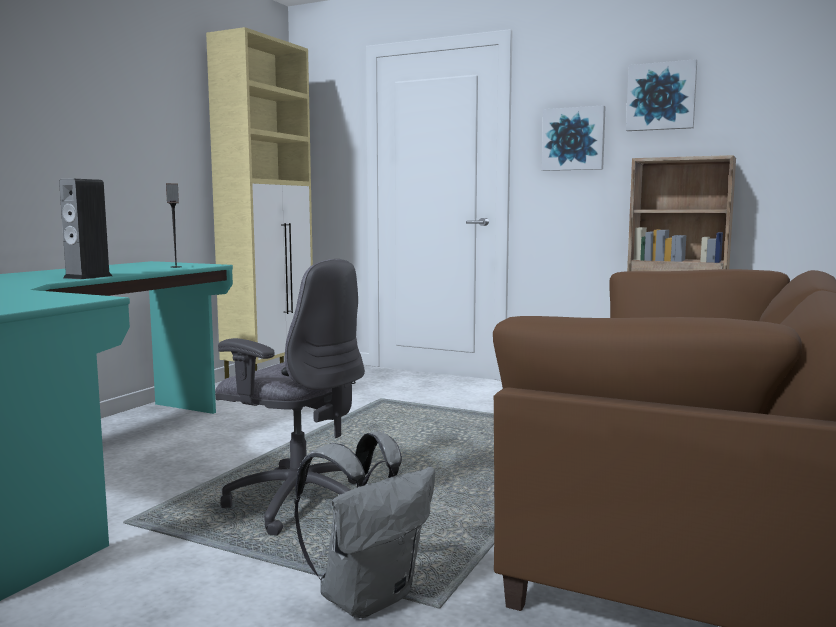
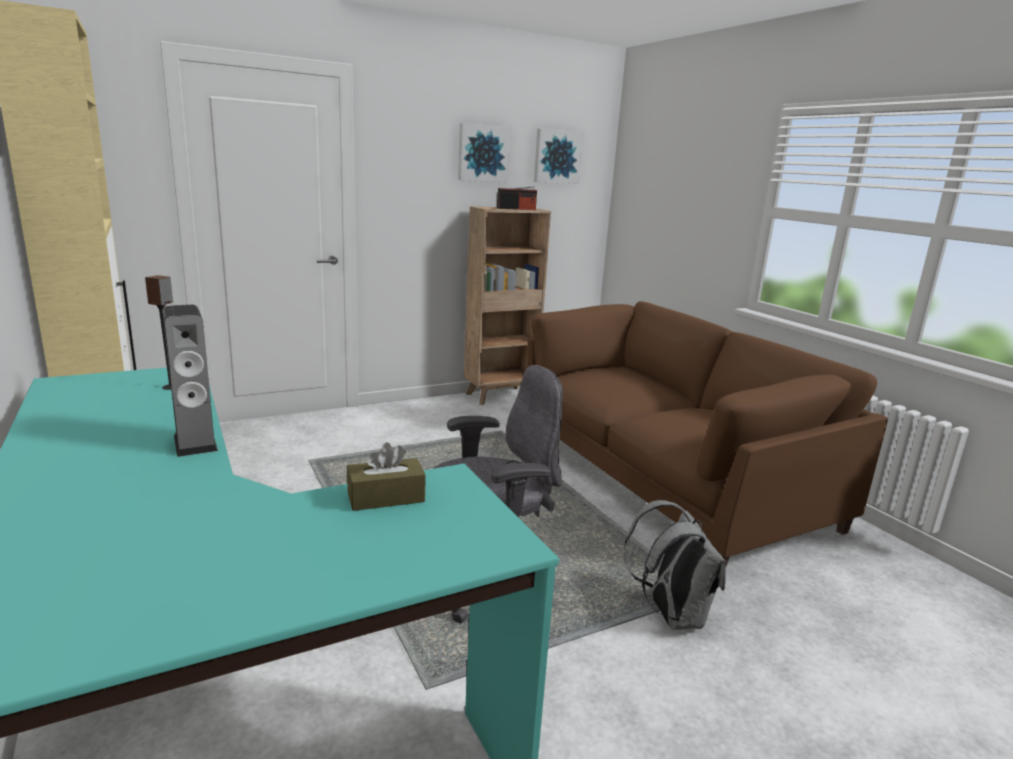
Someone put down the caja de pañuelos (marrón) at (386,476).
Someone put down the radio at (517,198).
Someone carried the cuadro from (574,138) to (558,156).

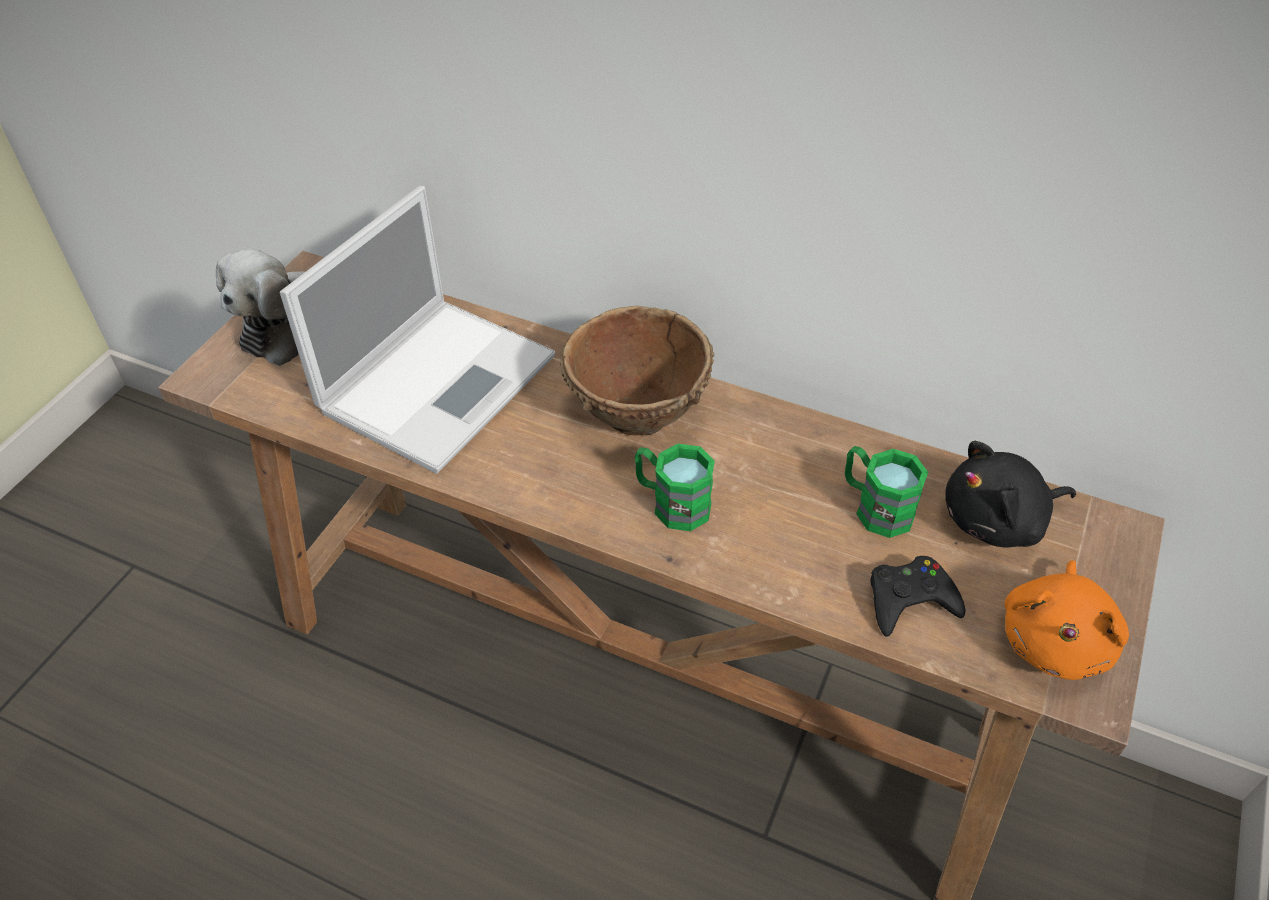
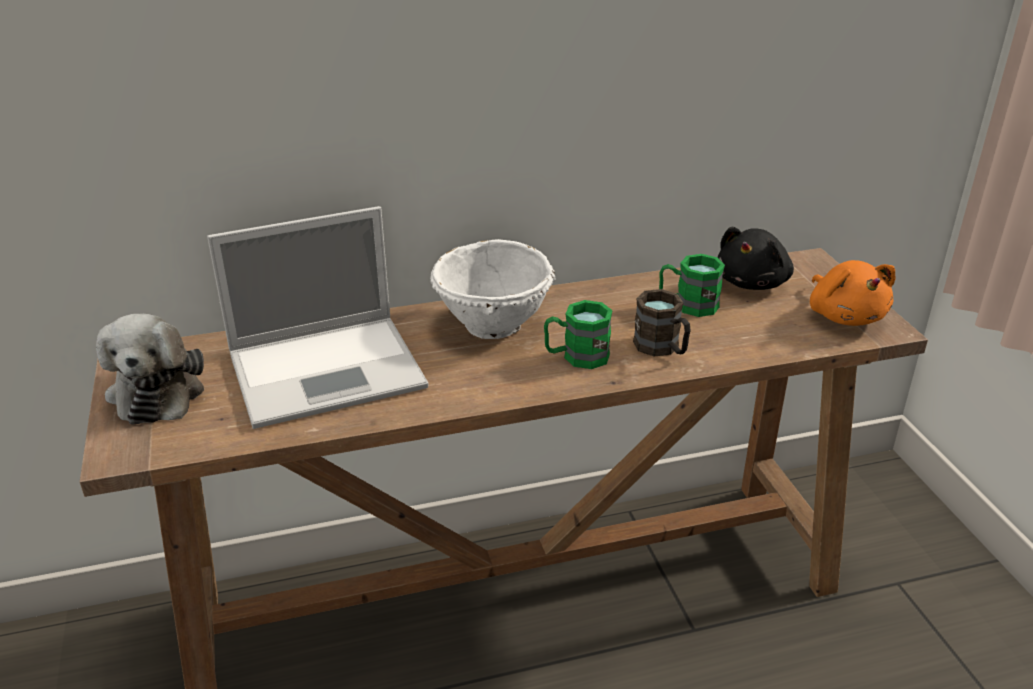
Someone took away the mando de consola (negro) at (918,596).
Someone put down the taza grande (marrón) at (662,322).
Someone repainted the cuenco (marrón) at (637,371), which became the cuenco (blanco) at (493,289).
Someone rotated the portátil at (417,330) by 75 degrees clockwise.

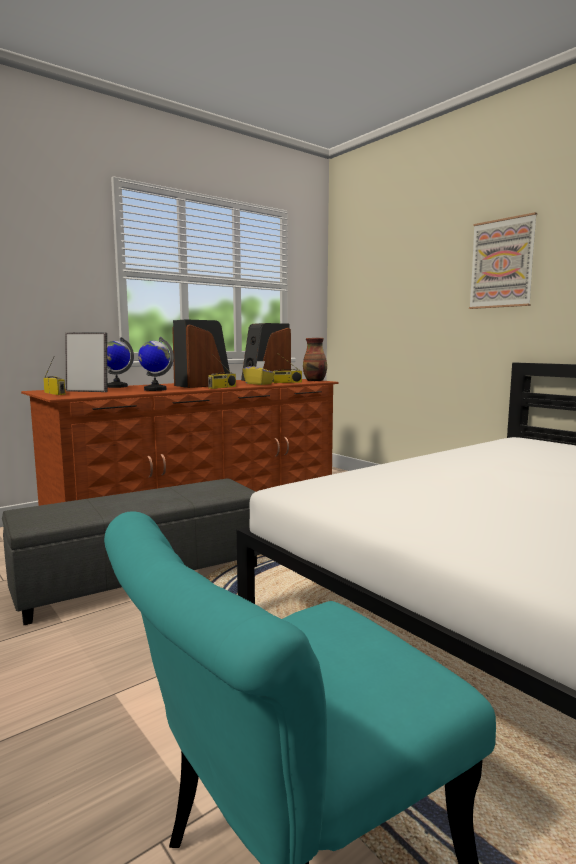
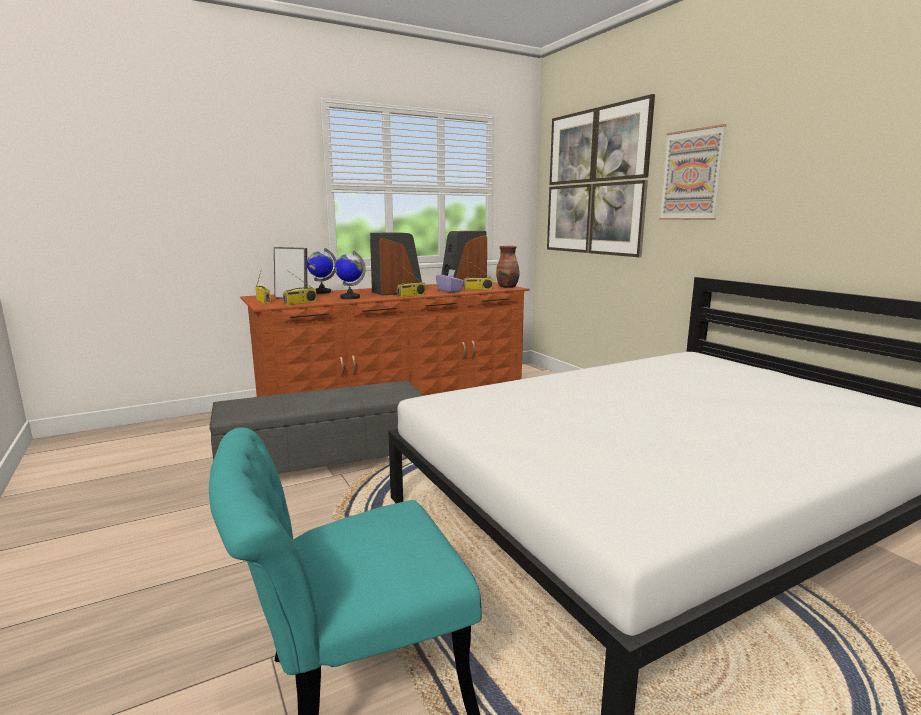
Someone put down the radio at (300,287).
Someone put up the cuadro at (601,175).
Someone repainted the caja de pañuelos (amarillo) at (259,373), which became the caja de pañuelos (morado) at (450,280).

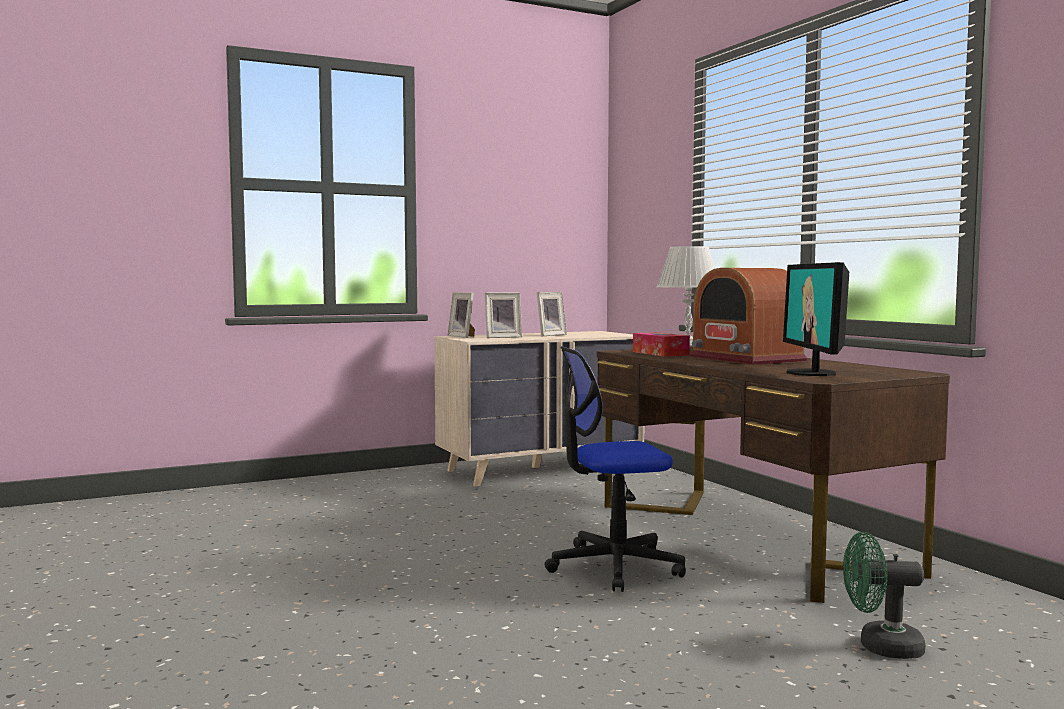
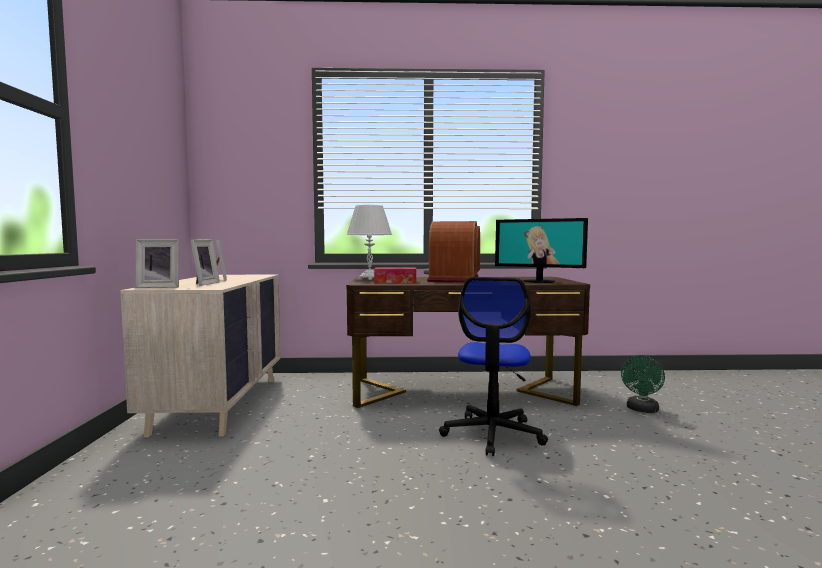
Someone rotated the radio at (749,316) by 105 degrees clockwise.

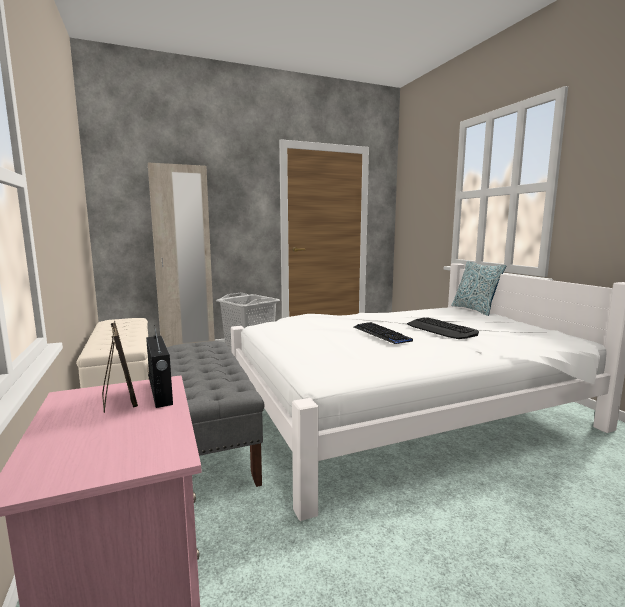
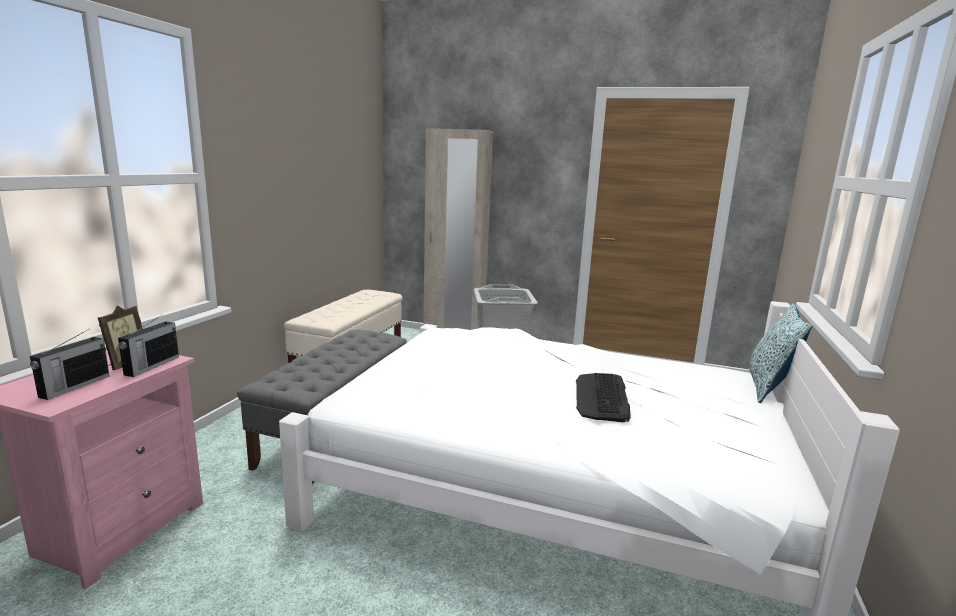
Someone took away the teclado at (383,333).
Someone put down the radio at (70,364).

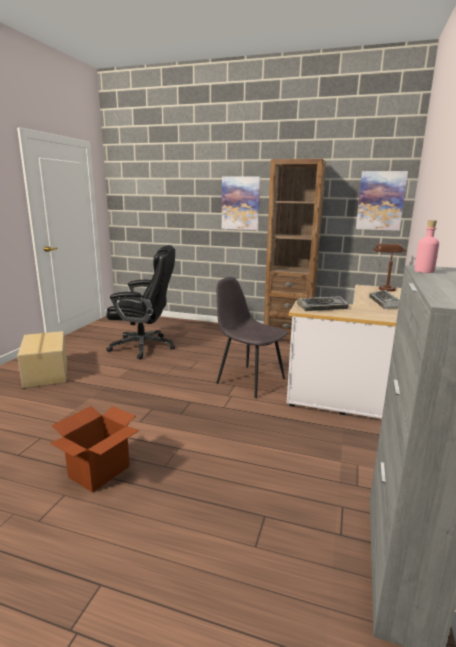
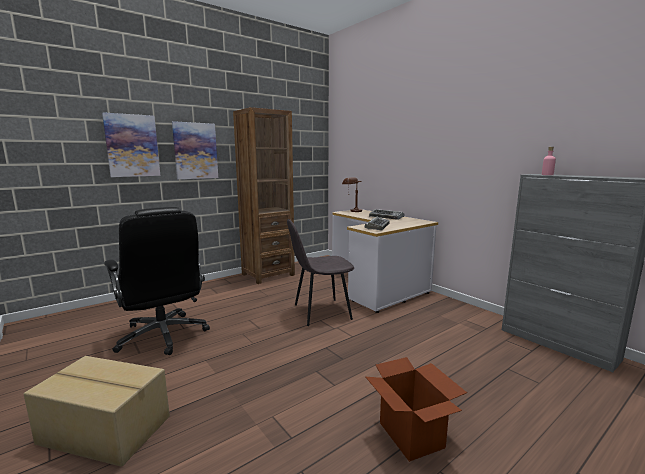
Someone carried the cuadro from (382,201) to (131,144).
Someone rotated the silla de oficina (negro) at (140,302) by 105 degrees clockwise.

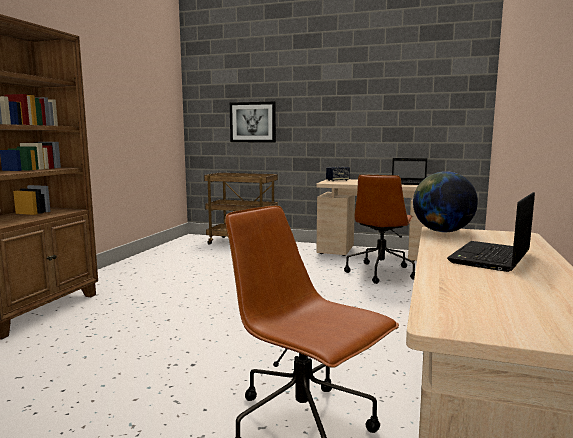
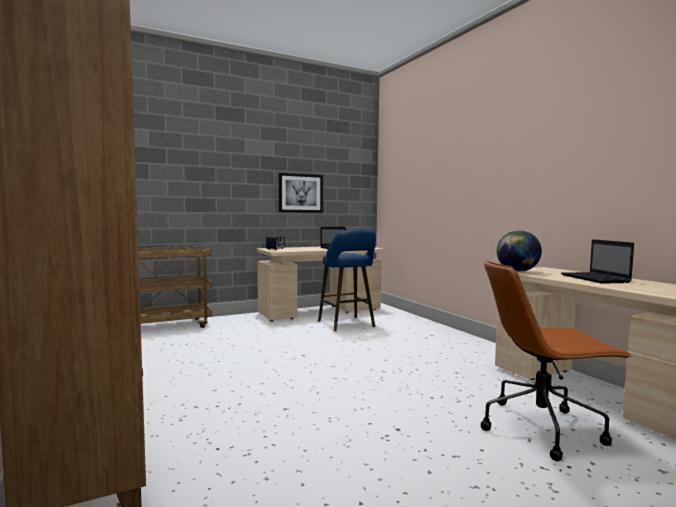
Someone carried the cuadro from (253,122) to (301,193).
Someone swapped the silla de oficina (marrón) at (379,229) for the taburete (azul) at (347,280).

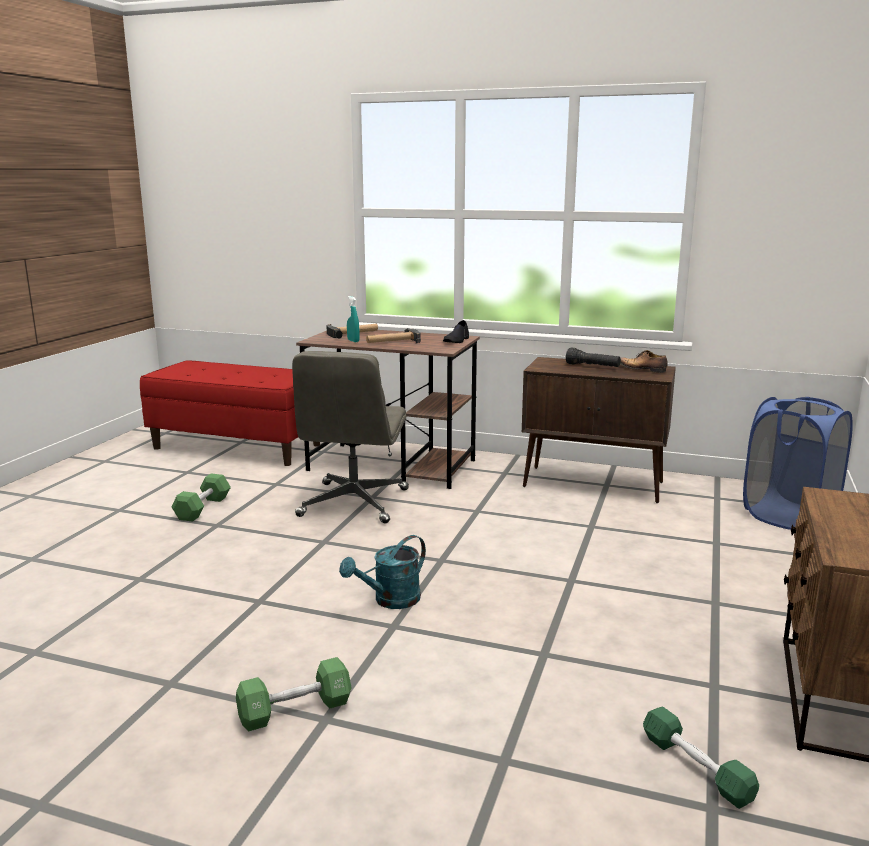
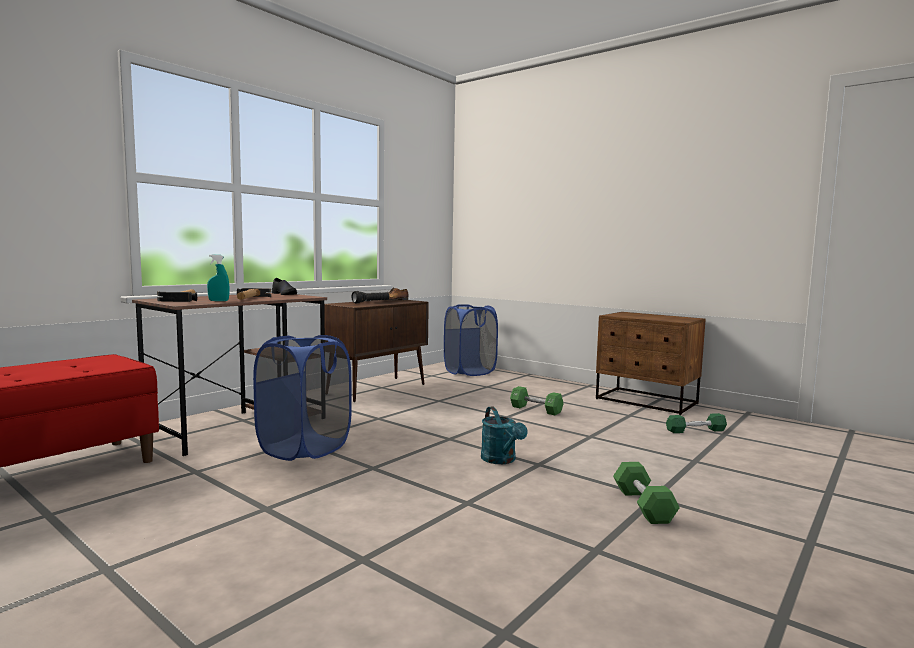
Someone carried the mancuerna (verde) from (201,498) to (537,400).
Someone swapped the silla de oficina (gris) at (350,437) for the cesto de la ropa (azul) at (302,398).

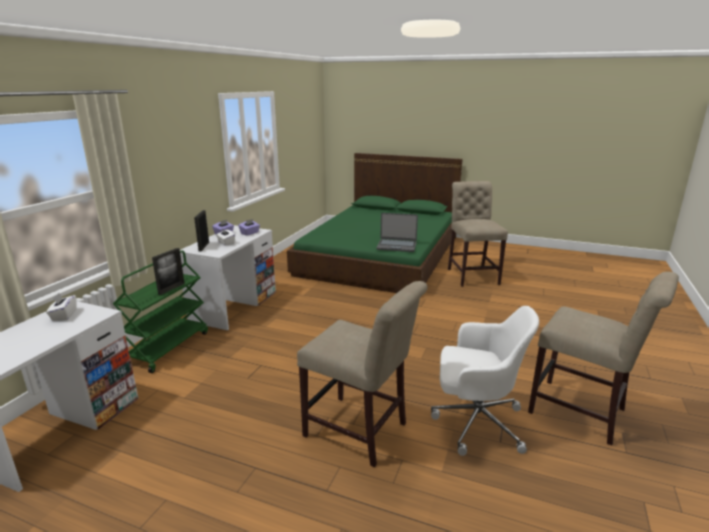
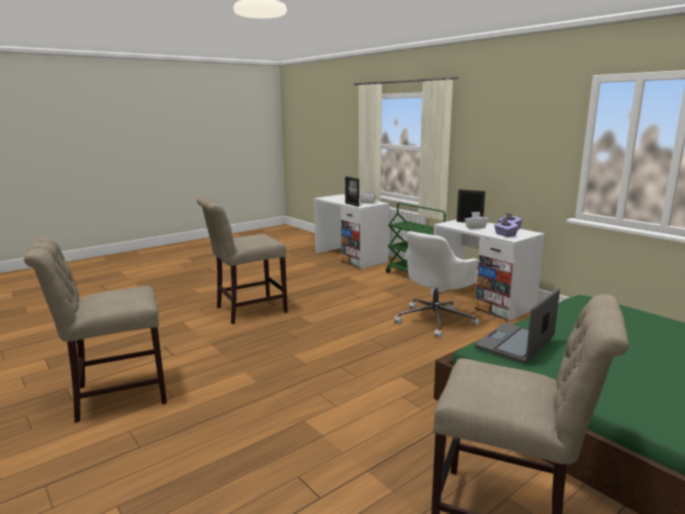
Someone carried the portarretratos from (168,271) to (352,192).
Someone carried the silla de oficina (blanco) from (485,381) to (436,284).

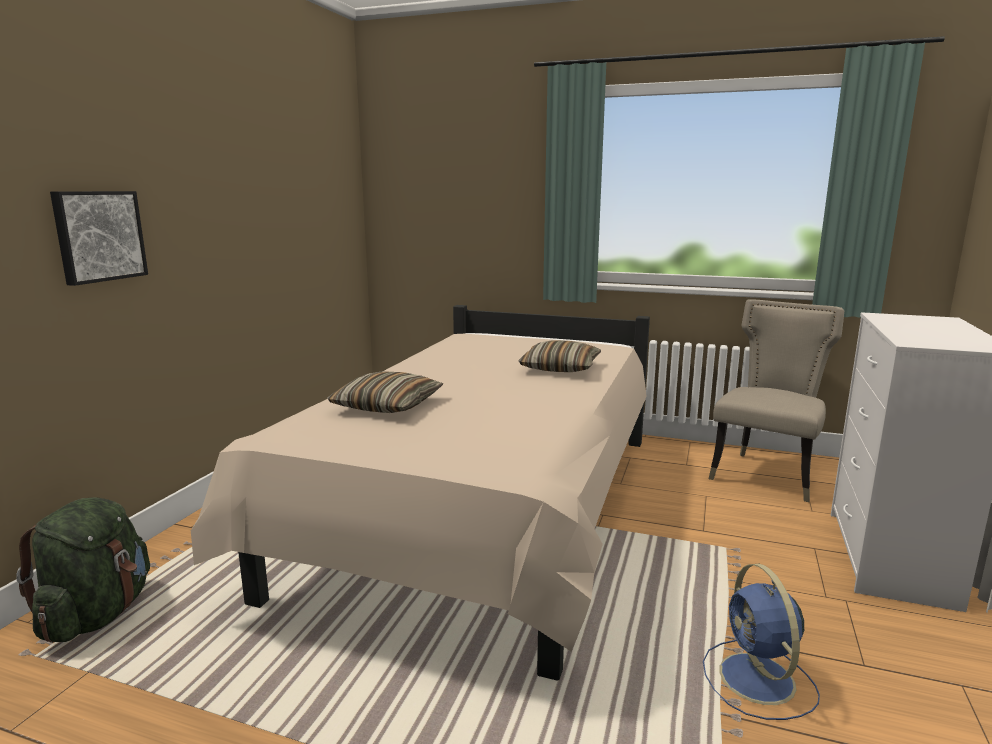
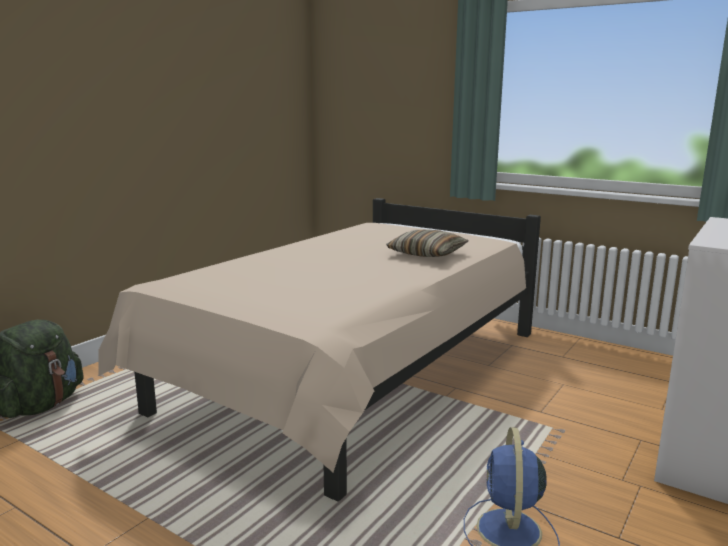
Someone took away the cuadro at (99,238).
Someone took away the cojín at (385,392).
Someone took away the silla (beis) at (776,400).

